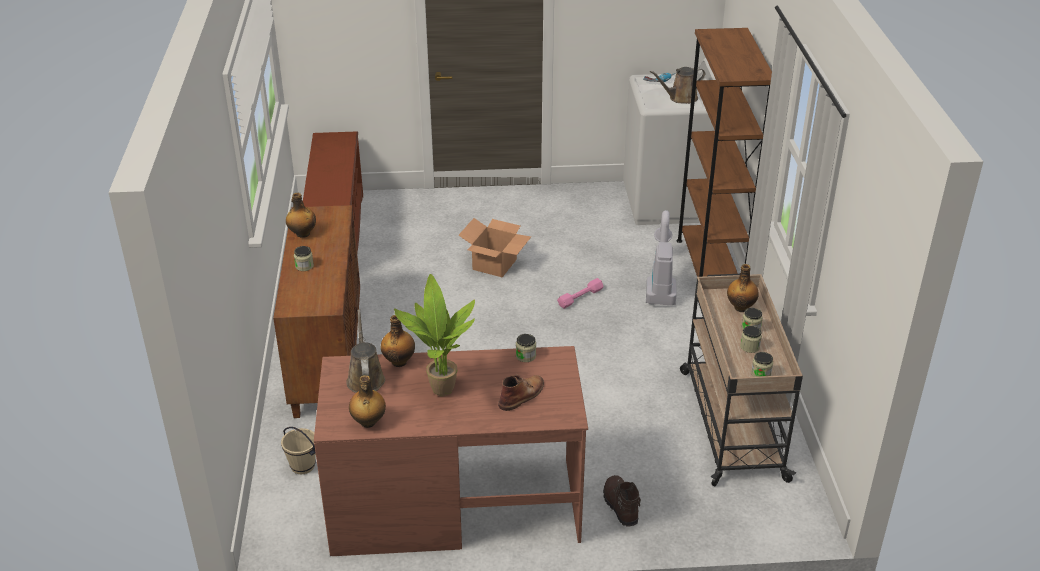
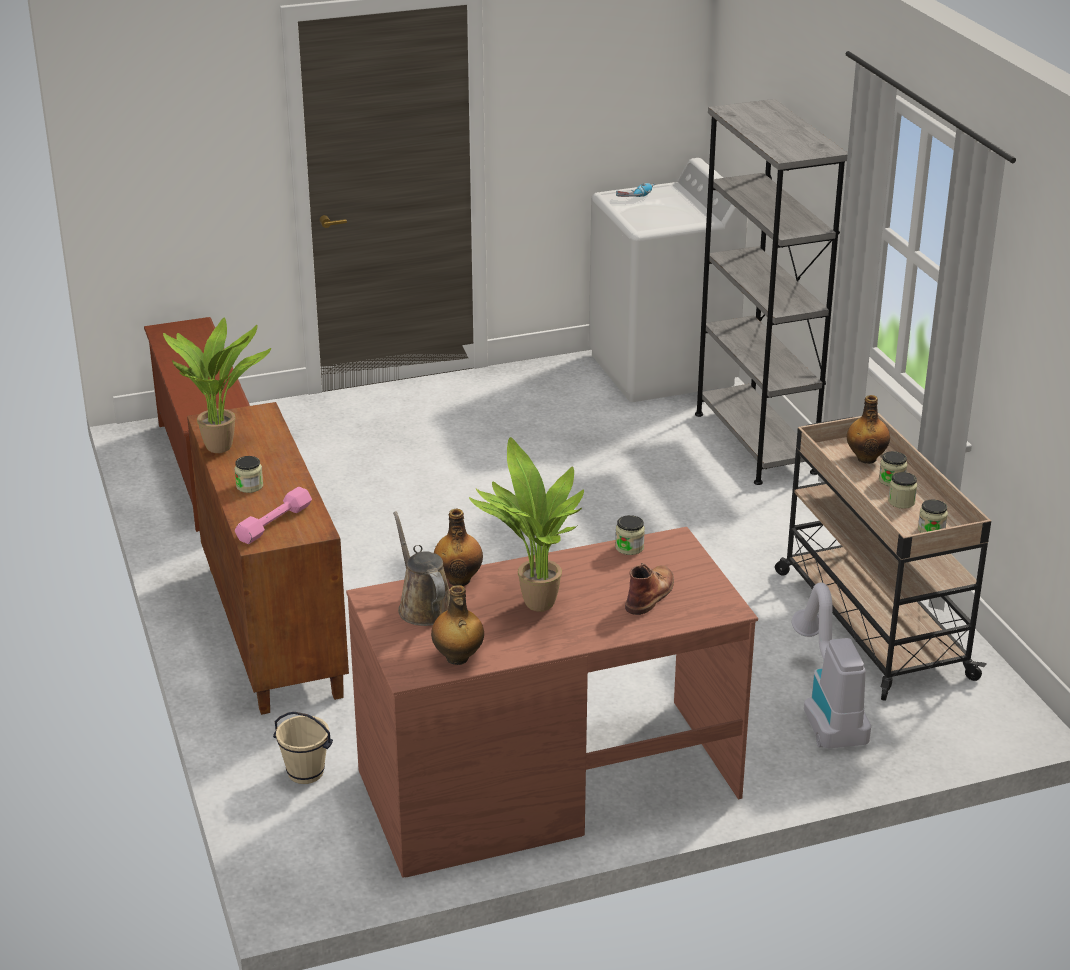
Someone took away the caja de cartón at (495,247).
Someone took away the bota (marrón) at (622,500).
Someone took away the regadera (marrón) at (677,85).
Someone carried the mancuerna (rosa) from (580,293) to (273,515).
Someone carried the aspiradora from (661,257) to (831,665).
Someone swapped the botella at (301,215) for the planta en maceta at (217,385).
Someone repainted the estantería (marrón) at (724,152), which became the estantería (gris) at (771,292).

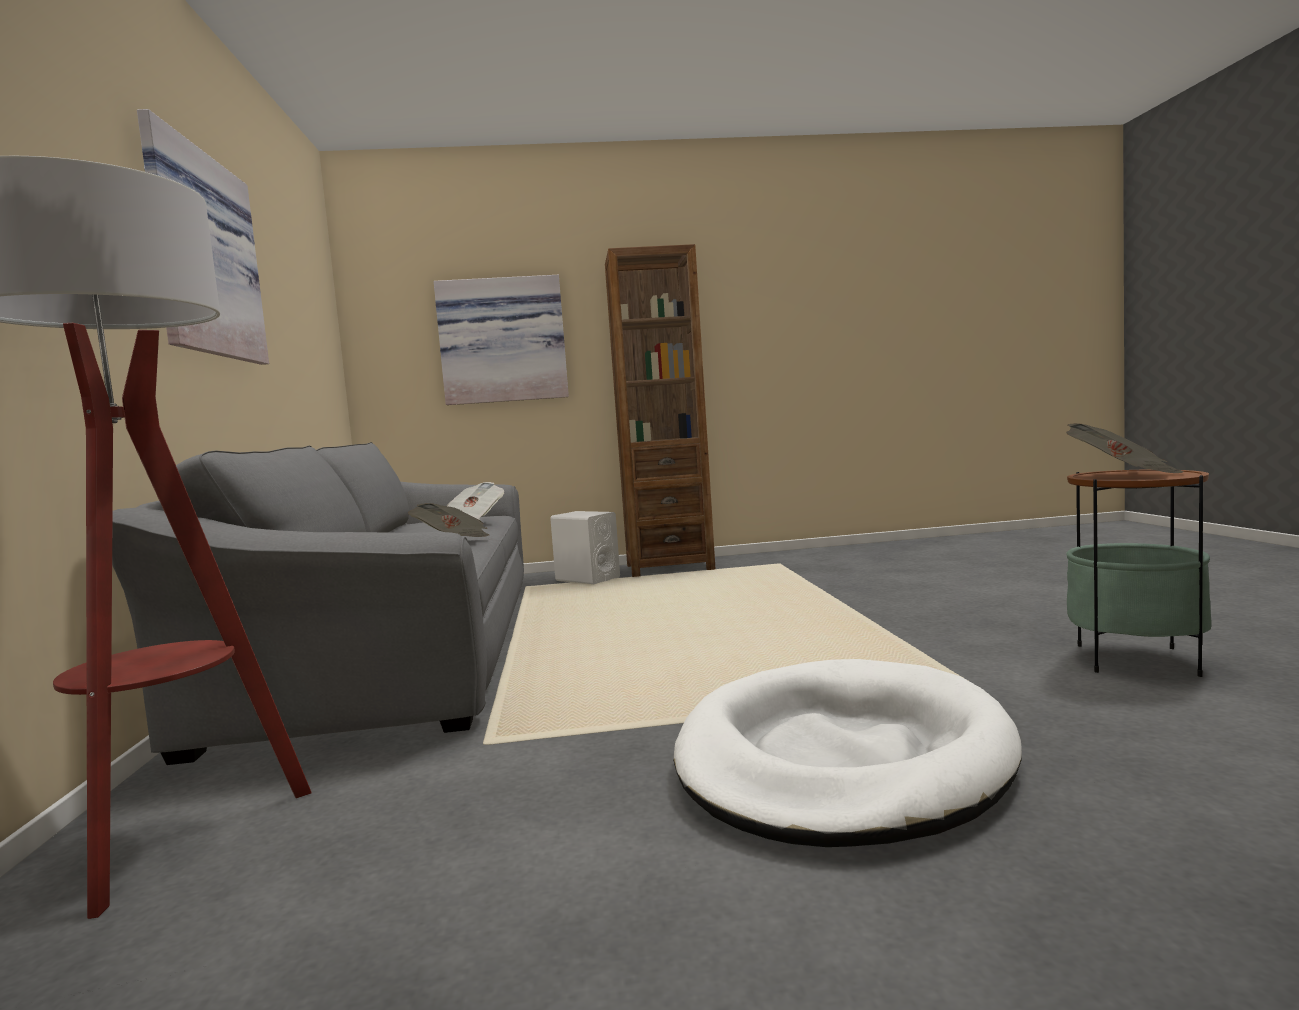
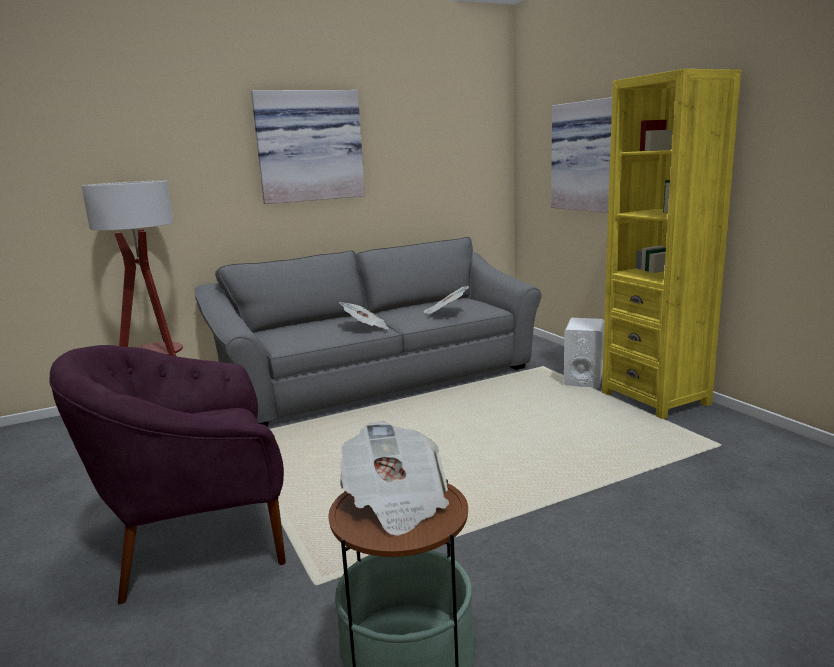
Someone swapped the cama para perro (blanco) at (847,753) for the sillón (morado) at (167,474).
Someone repainted the estantería (marrón) at (660,410), which became the estantería (amarillo) at (671,244).

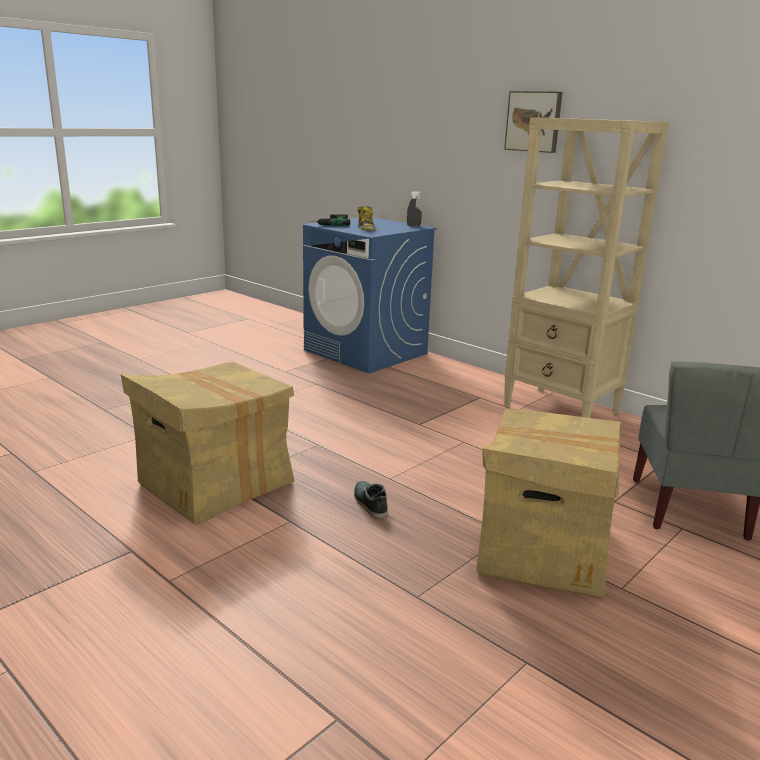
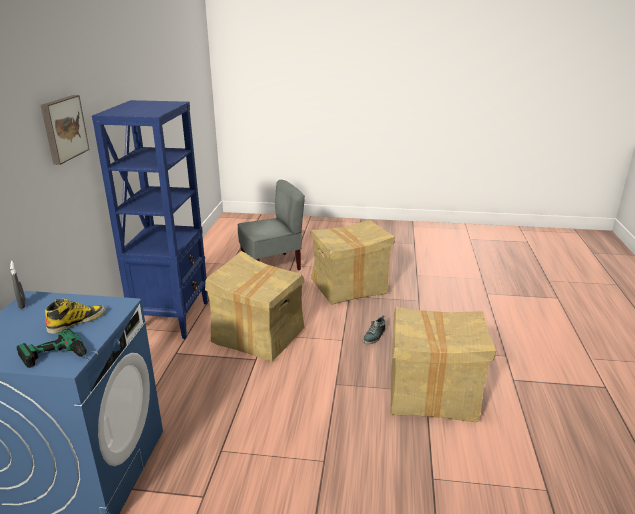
Someone put down the caja de cartón at (255,306).
Someone repainted the estantería (beis) at (586,267), which became the estantería (azul) at (150,219).

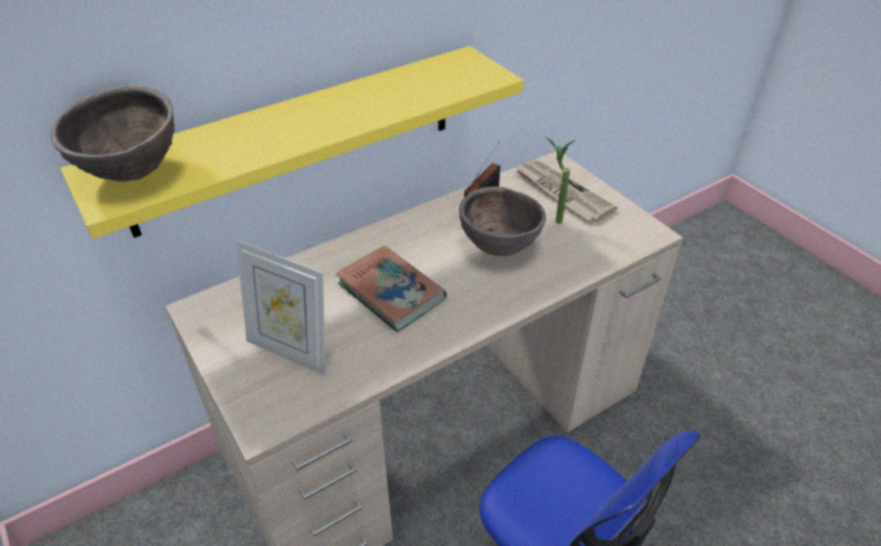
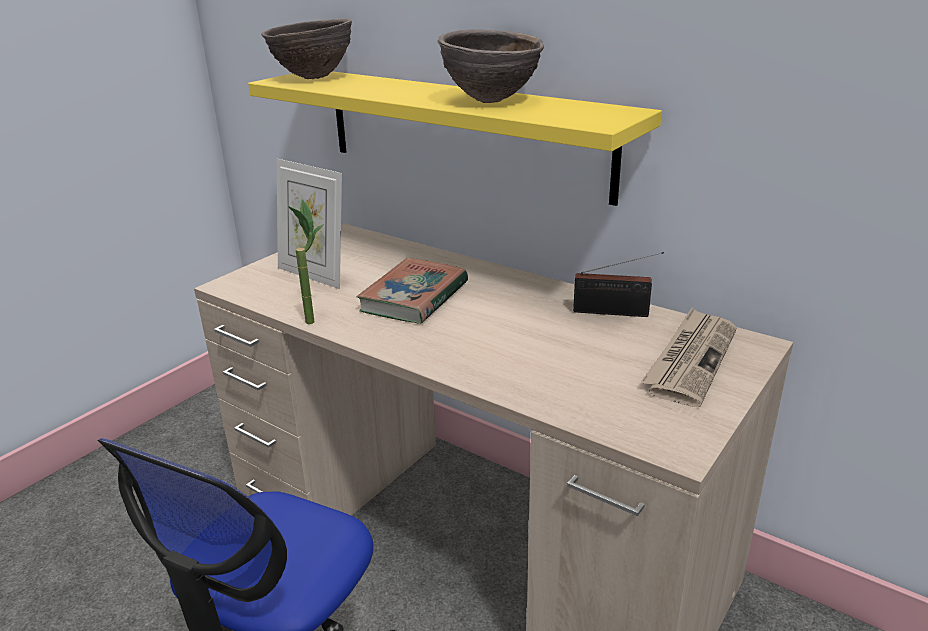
Someone carried the cuenco (marrón) from (502,221) to (491,66).
Someone carried the planta en maceta from (561,180) to (306,261).
Someone rotated the portarretratos at (281,307) by 60 degrees counterclockwise.

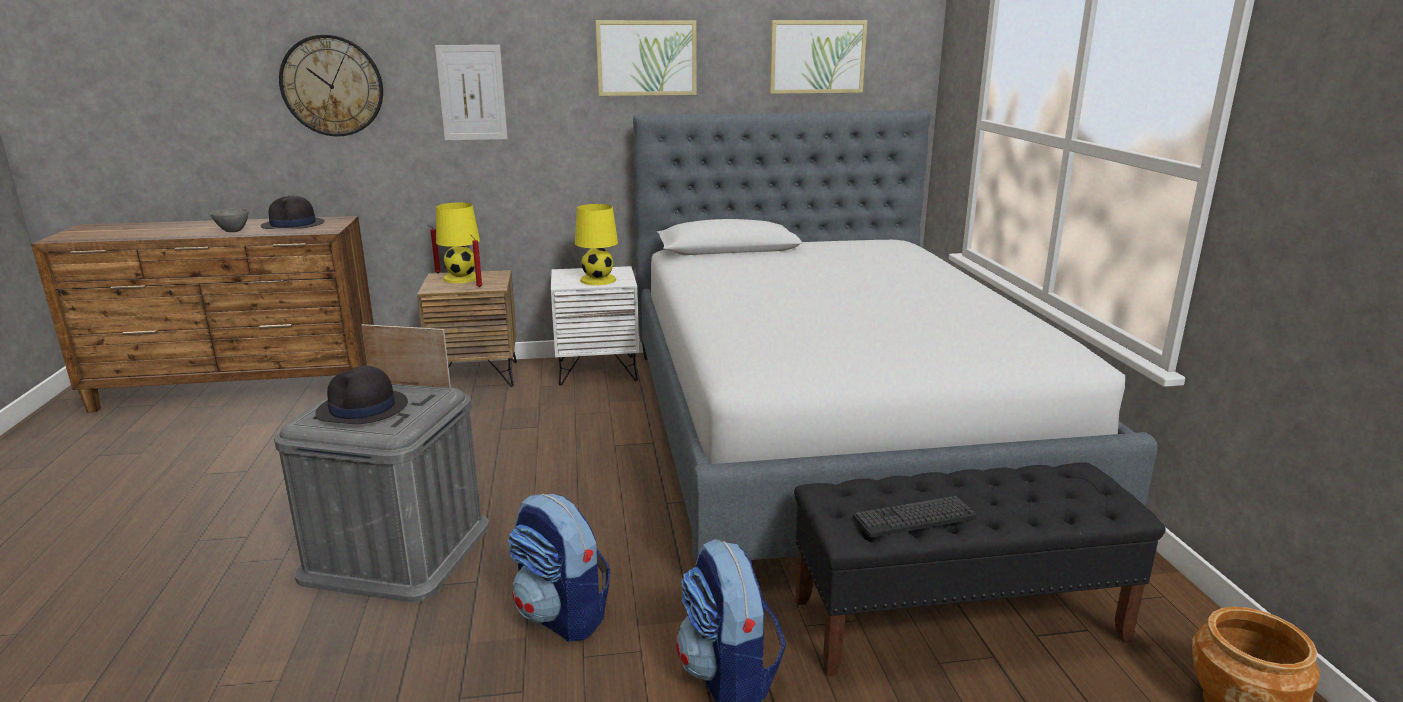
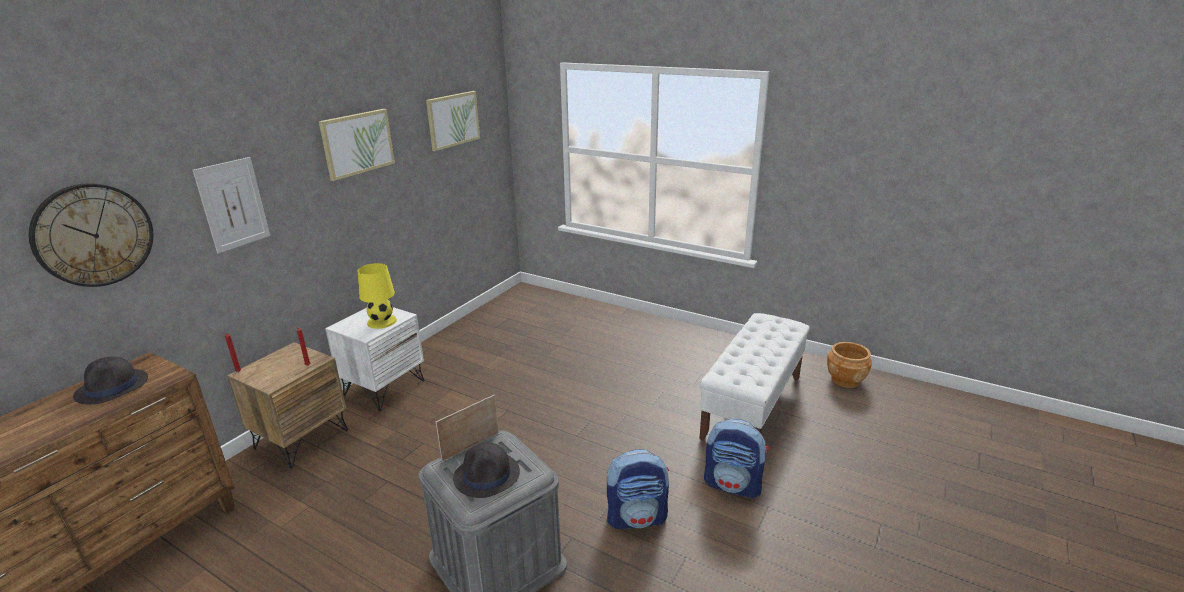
Someone took away the cuenco (gris) at (229,220).
Someone took away the lámpara de mesa (amarillo) at (458,243).
Someone took away the cama at (895,336).
Someone took away the teclado at (915,517).
Someone repainted the banco (negro) at (979,569), which became the banco (blanco) at (754,376).

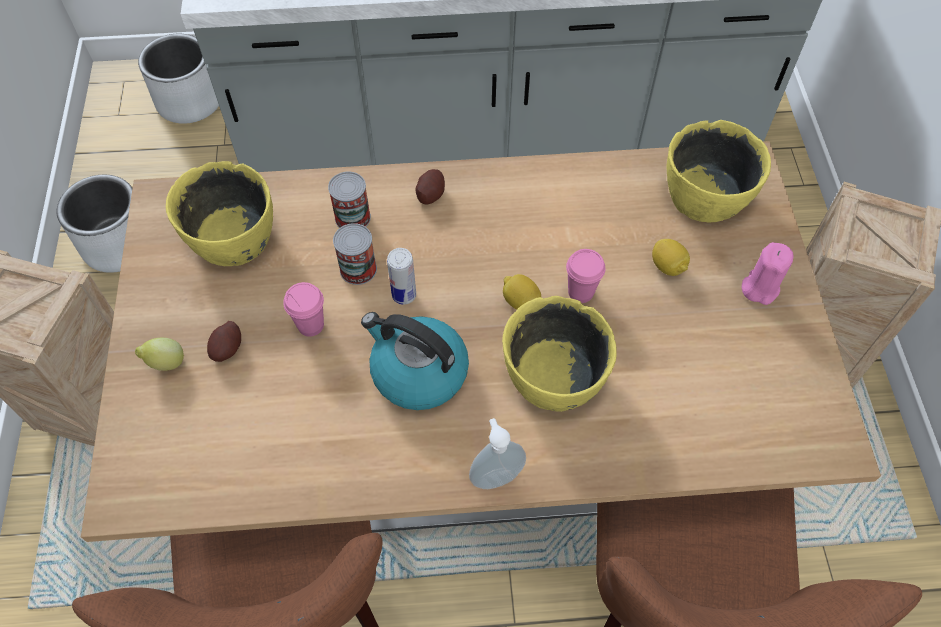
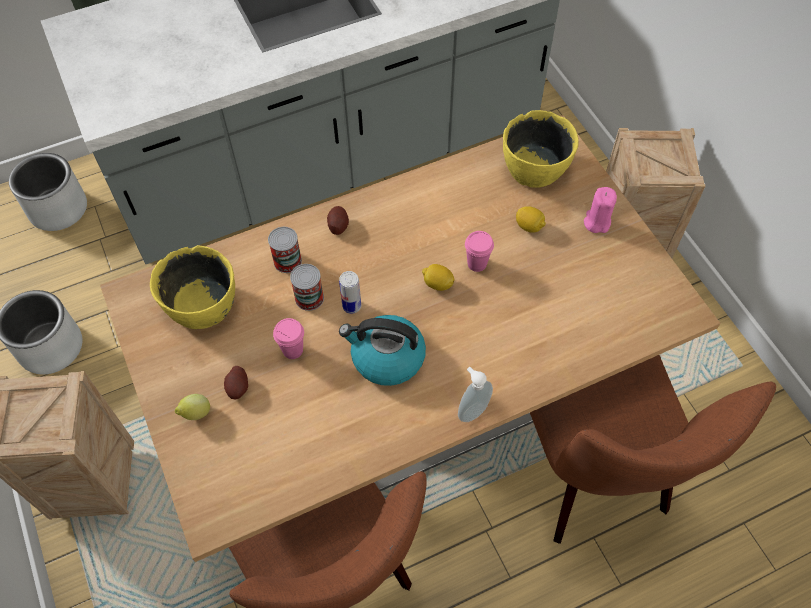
Someone took away the cuenco (amarillo) at (559,354).

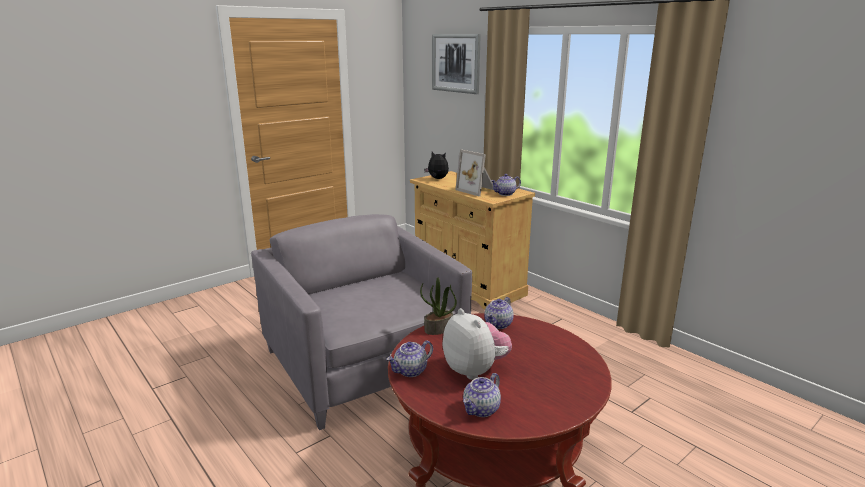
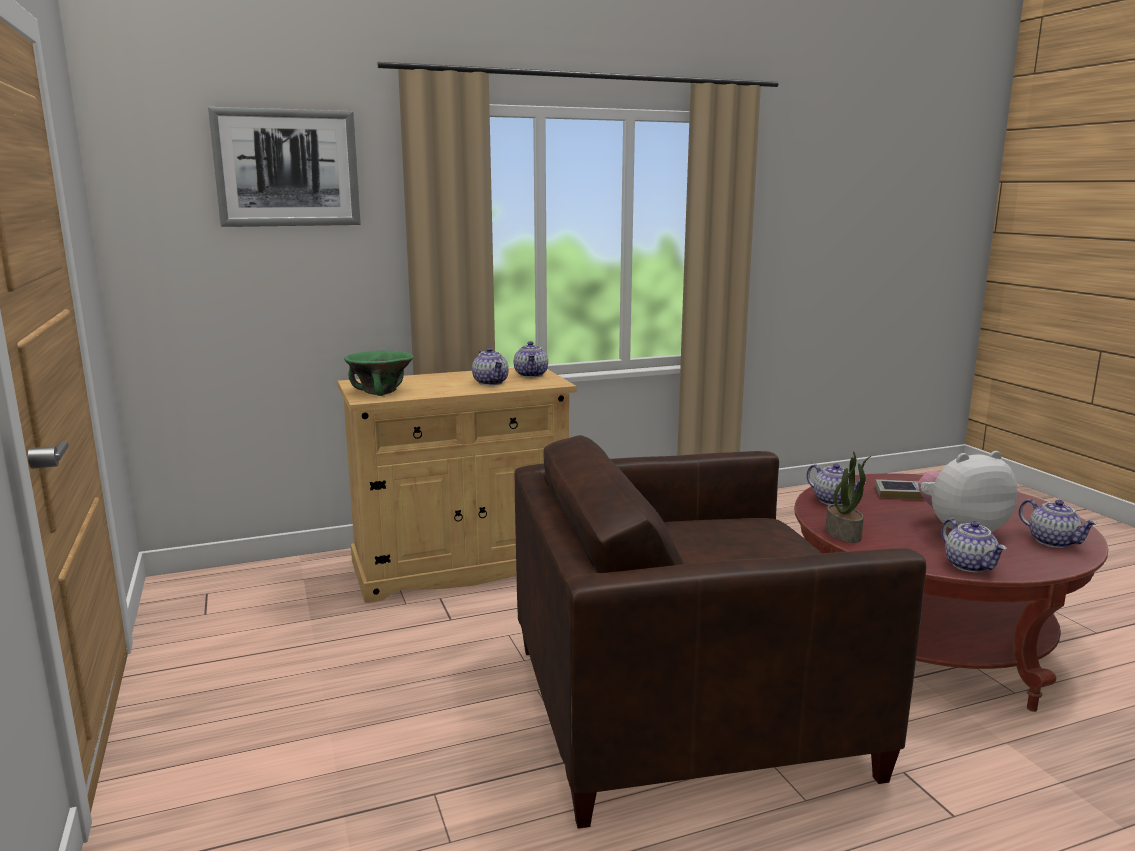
Someone put down the libro at (899,489).
Someone swapped the peluche at (436,165) for the cuenco (verde) at (379,373).
Someone swapped the portarretratos at (474,172) for the tetera at (490,366).
Someone repainted the sillón (gris) at (361,322), which became the sillón (marrón) at (720,632).

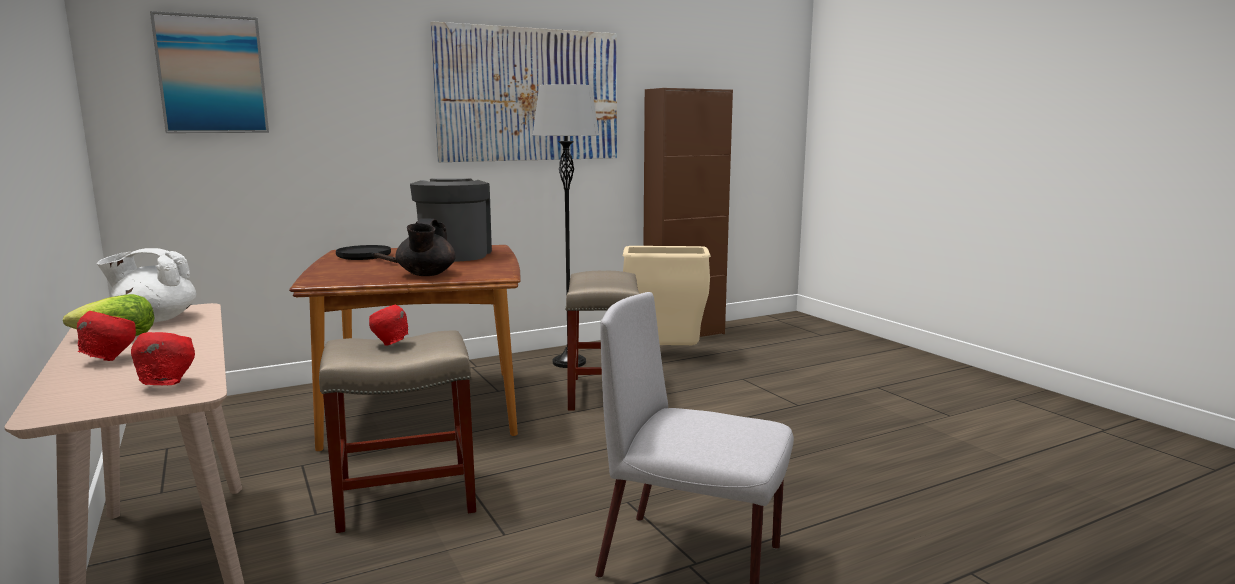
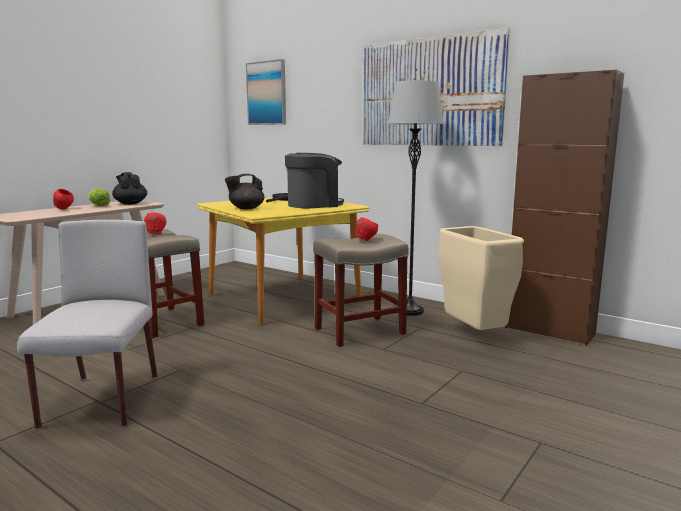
Someone carried the cuenco (rojo) from (163,358) to (367,229).
Someone repainted the tetera (blanco) at (146,285), which became the tetera (negro) at (129,188).
Someone repainted the mesa de comedor (marrón) at (405,348), which became the mesa de comedor (amarillo) at (283,261).

